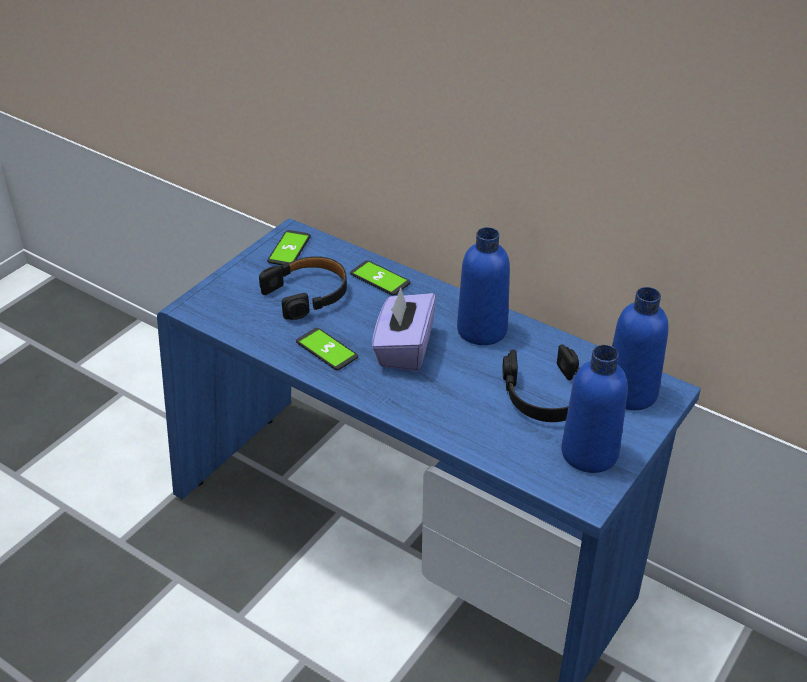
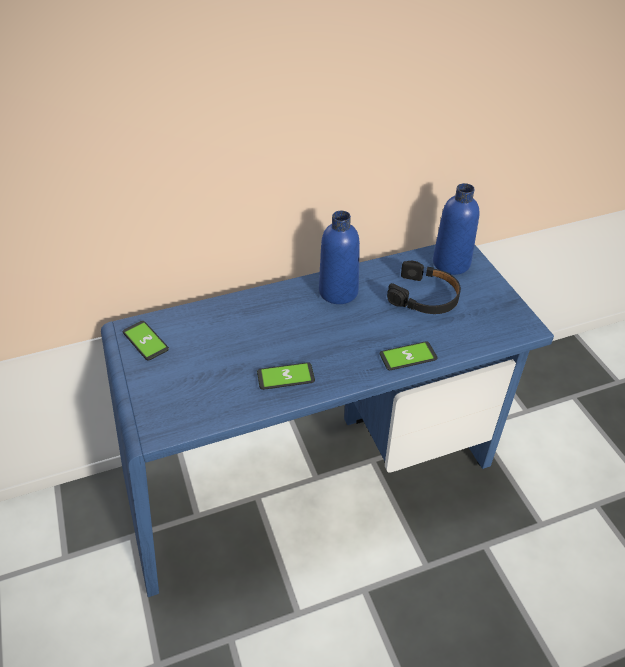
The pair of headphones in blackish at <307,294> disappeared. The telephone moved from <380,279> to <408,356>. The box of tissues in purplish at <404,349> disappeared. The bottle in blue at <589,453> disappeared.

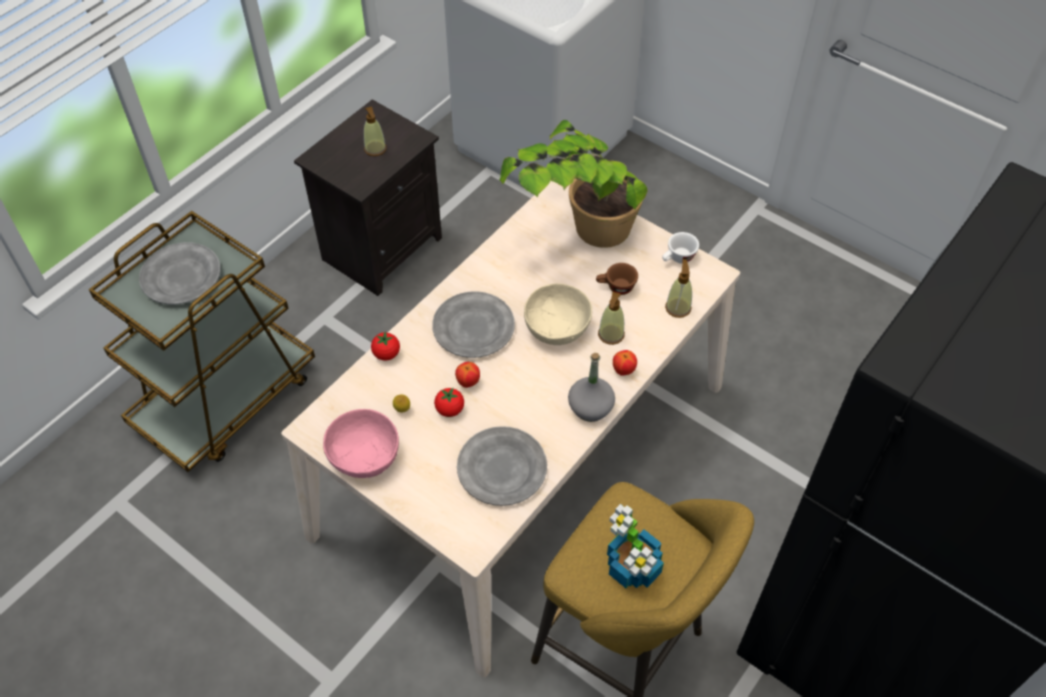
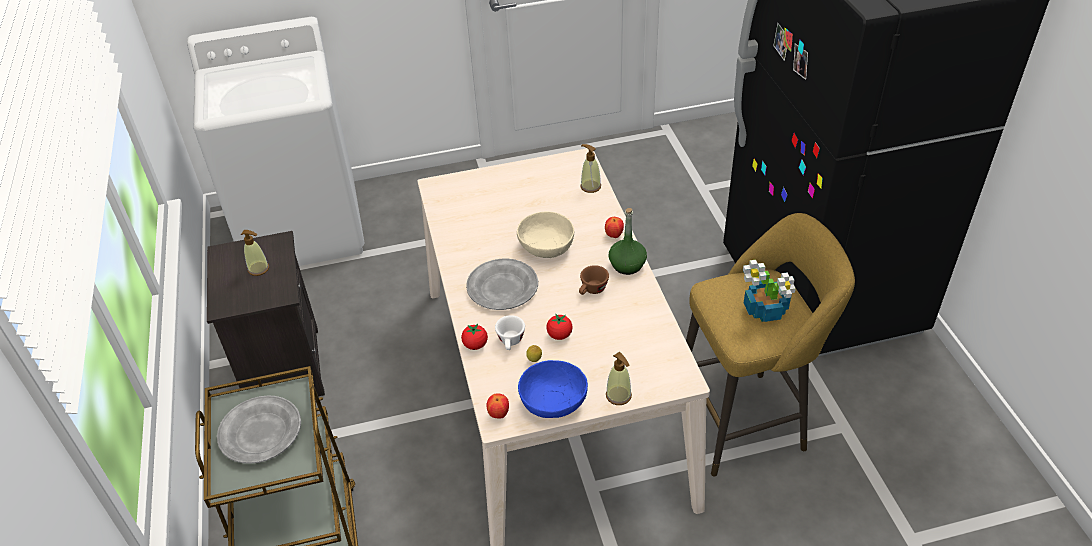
The serving bowl in pinkish at <365,455> became the serving bowl in blue at <553,401>. The apple fruit moved from <468,382> to <498,414>. The plate in grey at <502,468> disappeared. The plant in a pot at <575,236> disappeared. The bottle in grey at <590,407> became the bottle in green-coloured at <627,265>. The drinking cup in brown moved from <616,287> to <592,290>. The liquid soap bottle moved from <611,334> to <618,396>. The drinking cup in whitish moved from <678,258> to <511,342>.

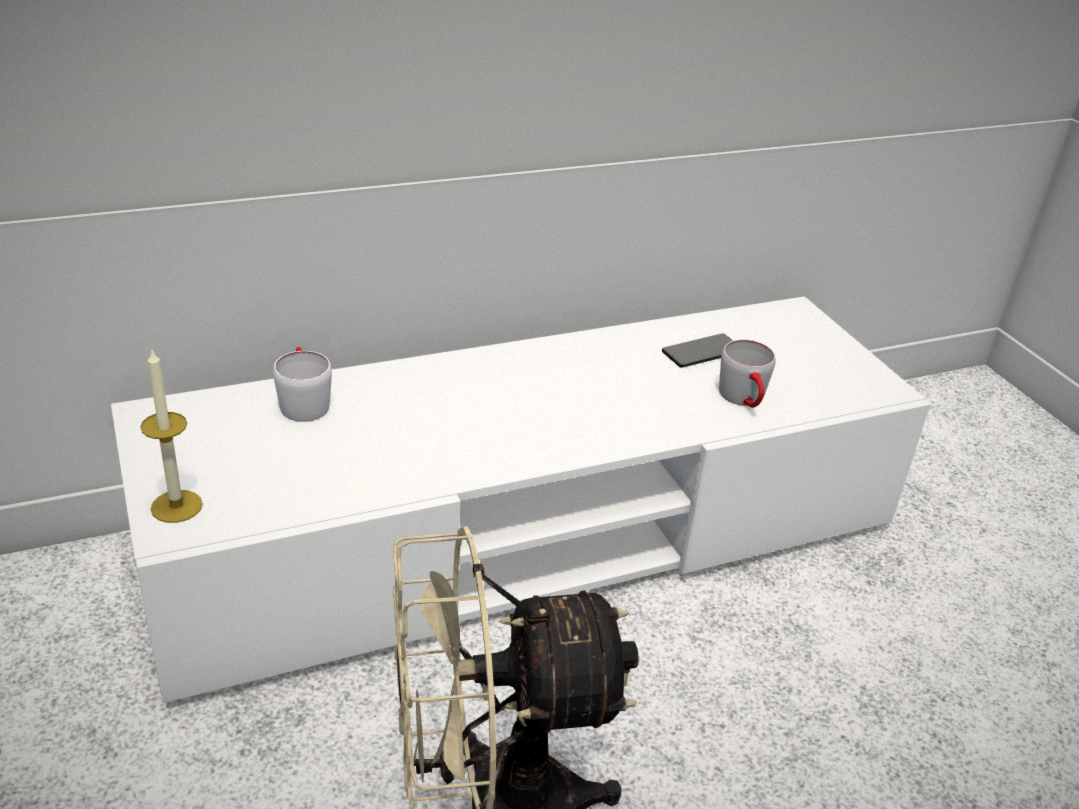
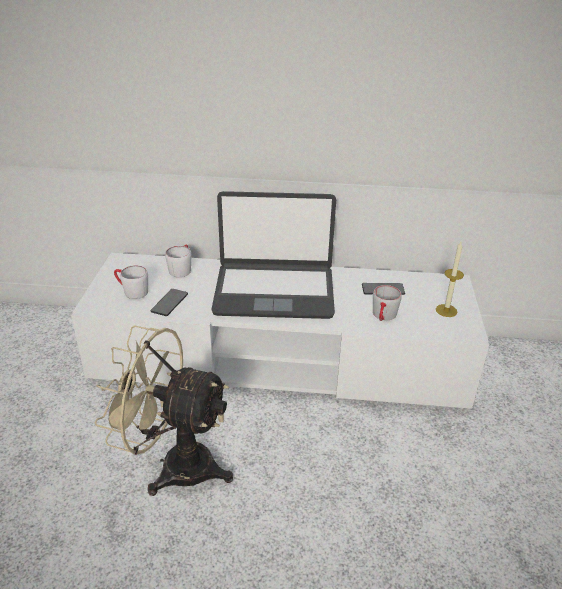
The candle moved from <176,506> to <446,310>. The tea mug in whitish at <131,291> appeared. The telephone at <169,303> appeared. The laptop at <274,291> appeared.

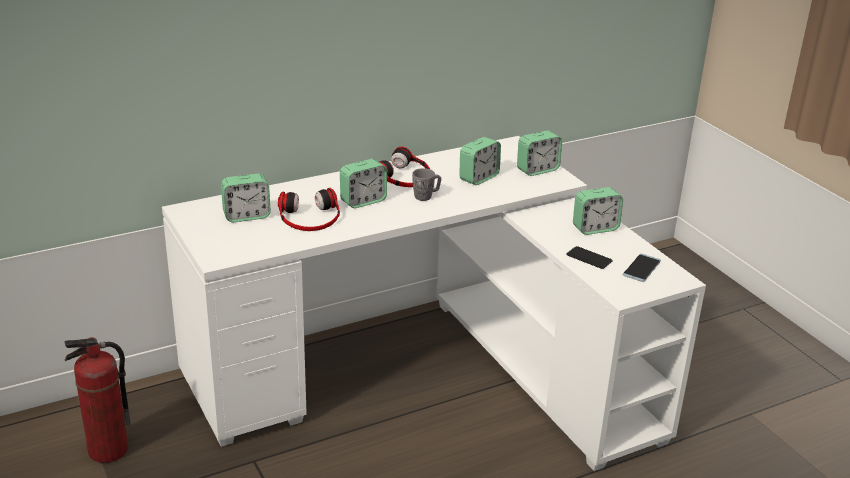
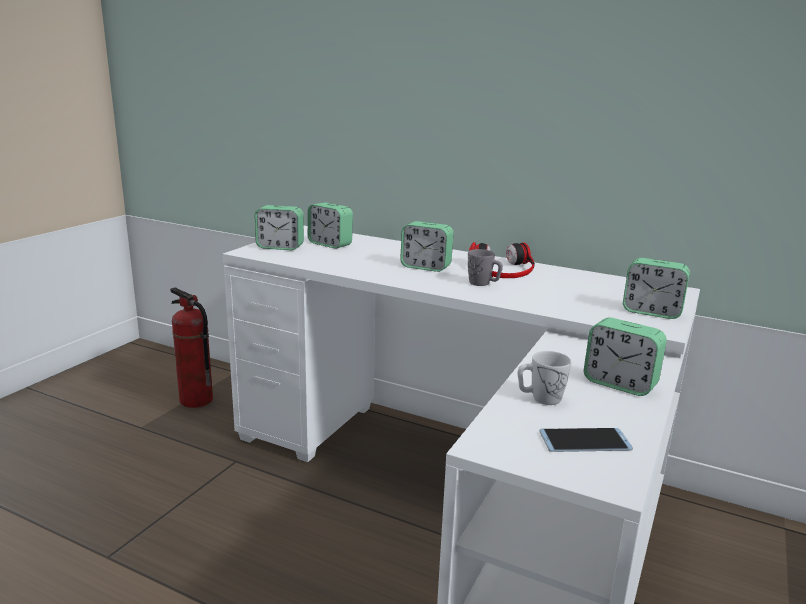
The pair of headphones at <309,217> disappeared. The alarm clock moved from <478,178> to <280,247>. The telephone at <589,258> was replaced by the tea mug in whitish at <540,398>.

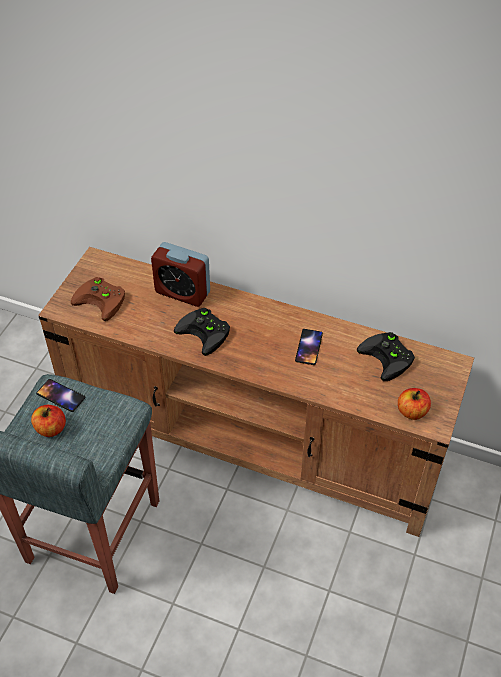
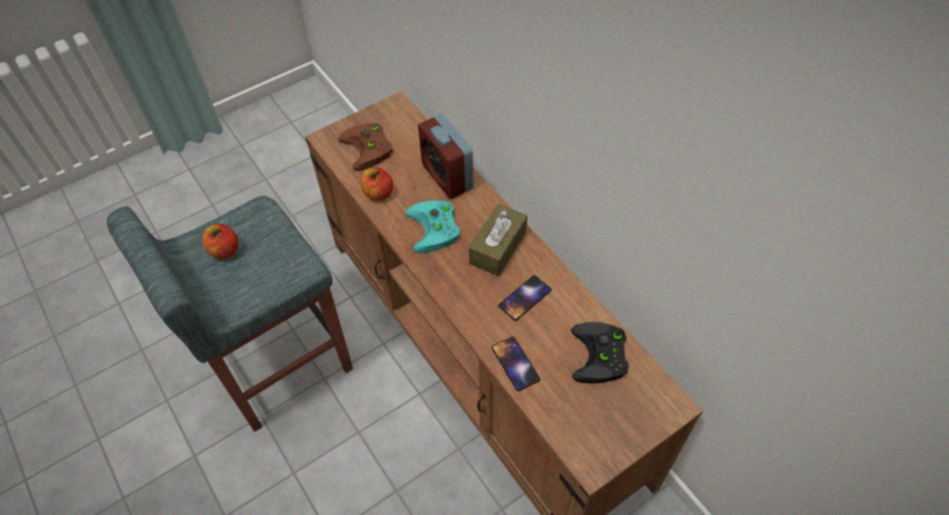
The telephone moved from <60,396> to <515,363>. The joypad in blackish at <206,333> became the joypad in blue-green at <436,229>. The apple fruit moved from <412,412> to <378,193>. The box of tissues in brown at <498,247> appeared.

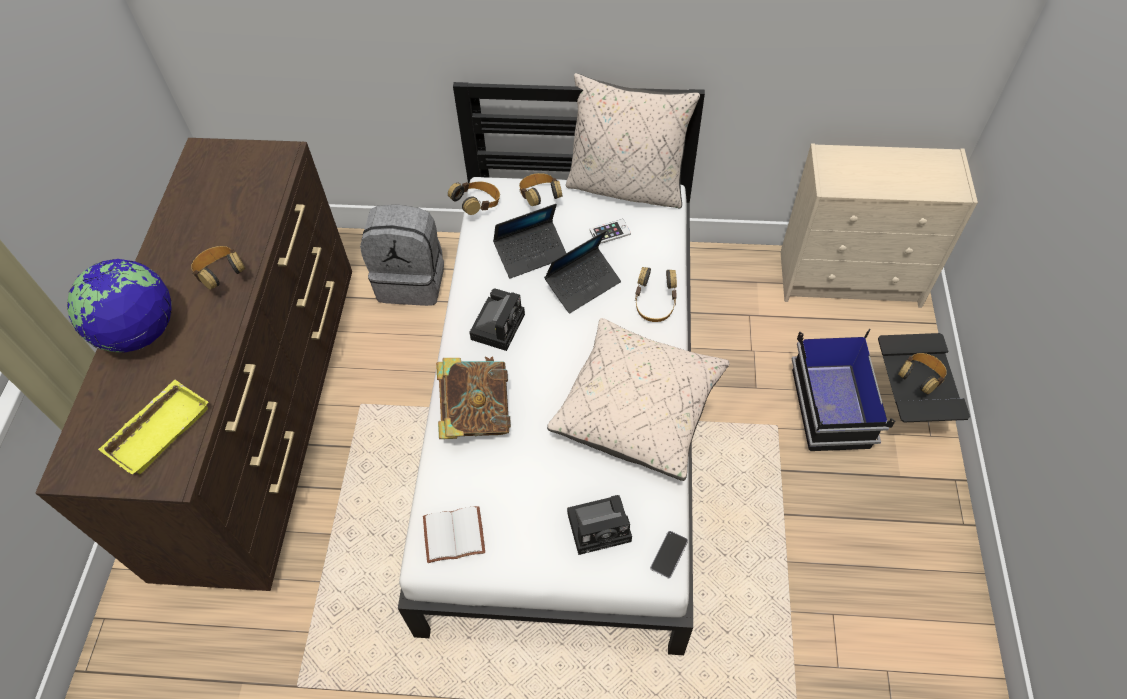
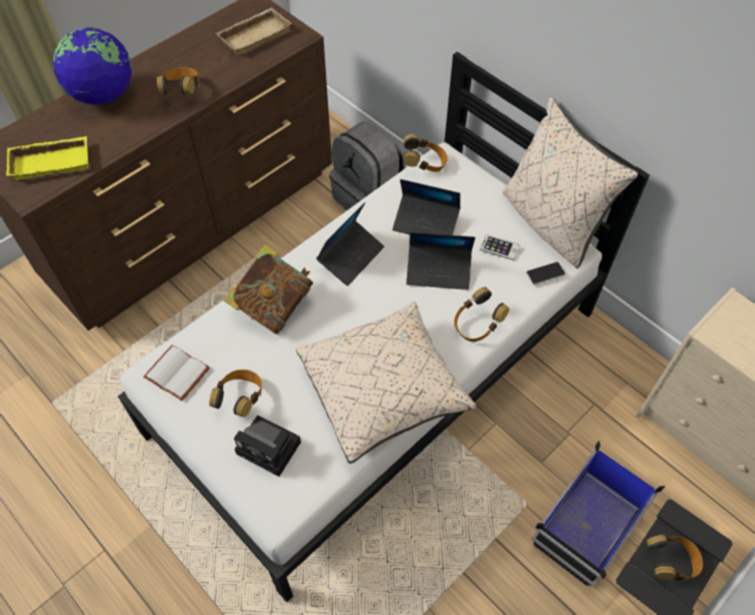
The still camera at <498,324> was replaced by the laptop at <351,257>. The pair of headphones moved from <539,198> to <240,398>. The telephone moved from <669,554> to <545,274>. The carrying tray in beige-coloured at <254,34> appeared.

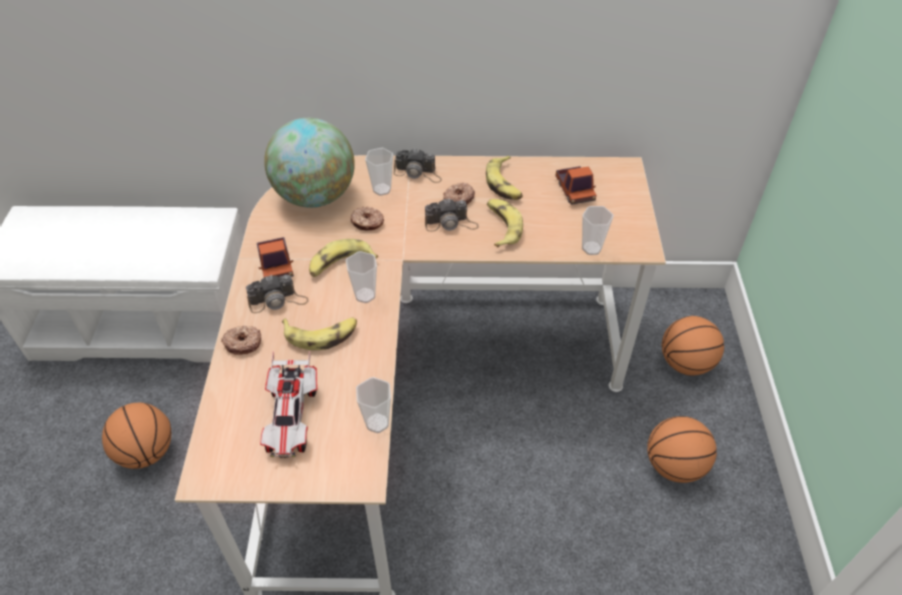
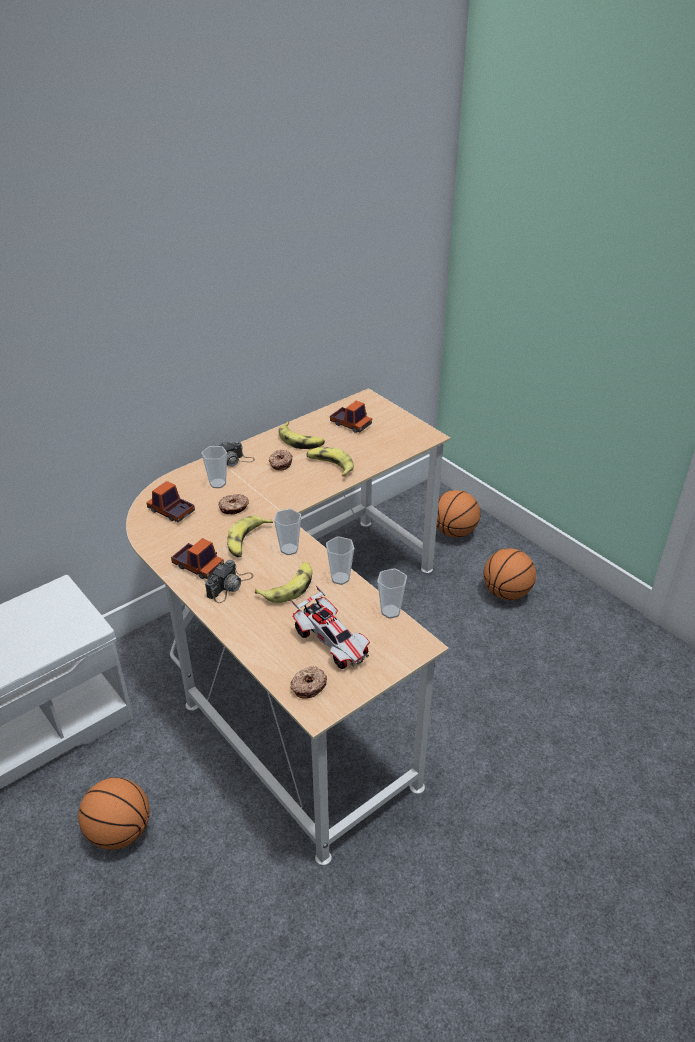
The donut moved from <243,343> to <308,686>. The desk globe at <315,196> was replaced by the toy lorry at <171,511>. The still camera at <451,223> disappeared. The drinking cup moved from <591,248> to <340,578>.

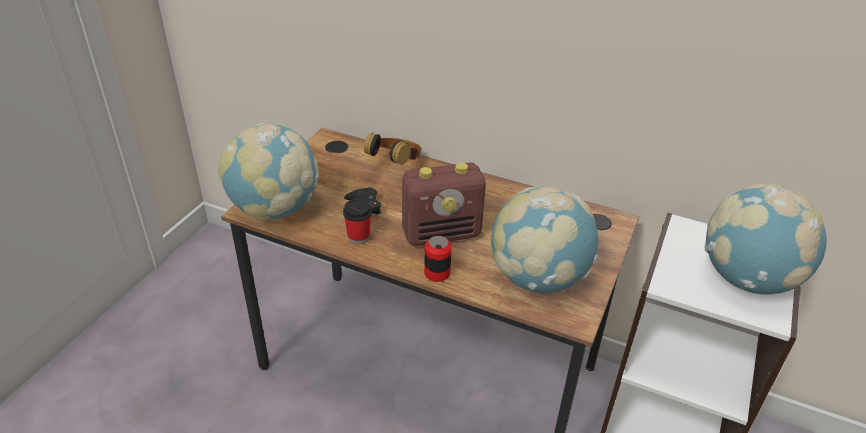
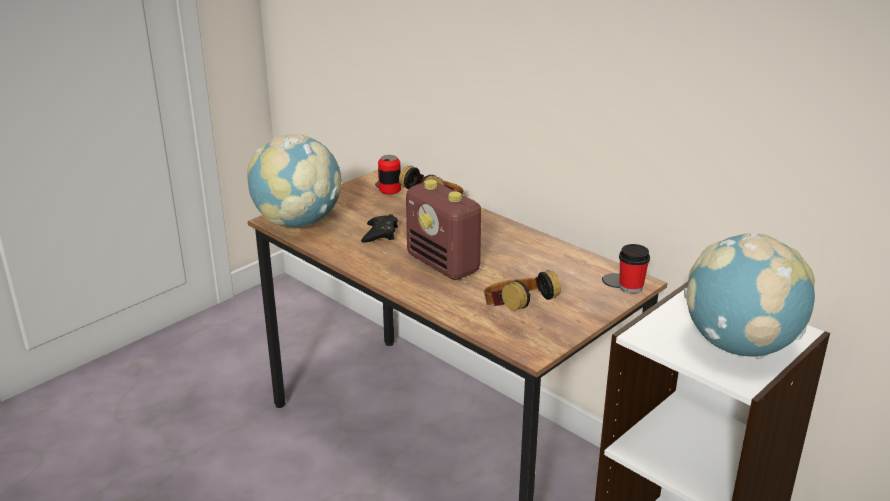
The drinking cup moved from <358,237> to <631,287>. The radio at <442,234> turned 45 degrees clockwise. The metal can moved from <437,273> to <390,190>. The desk globe at <537,278> was replaced by the pair of headphones at <516,313>.

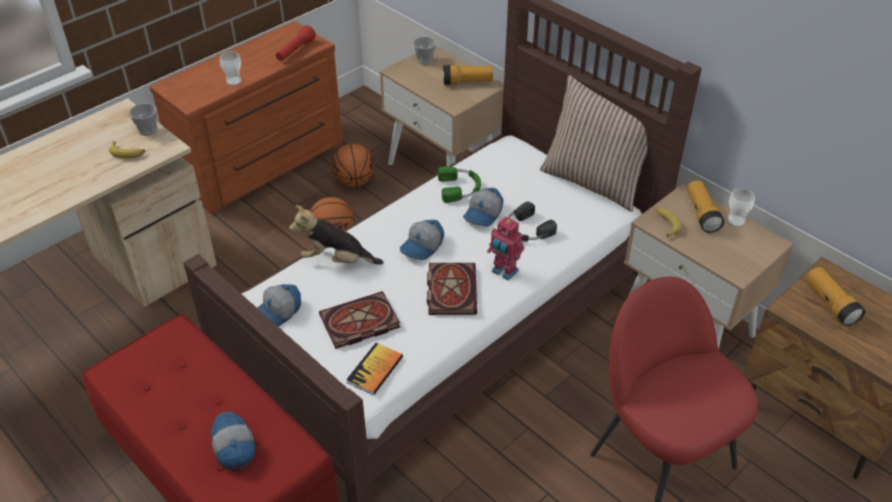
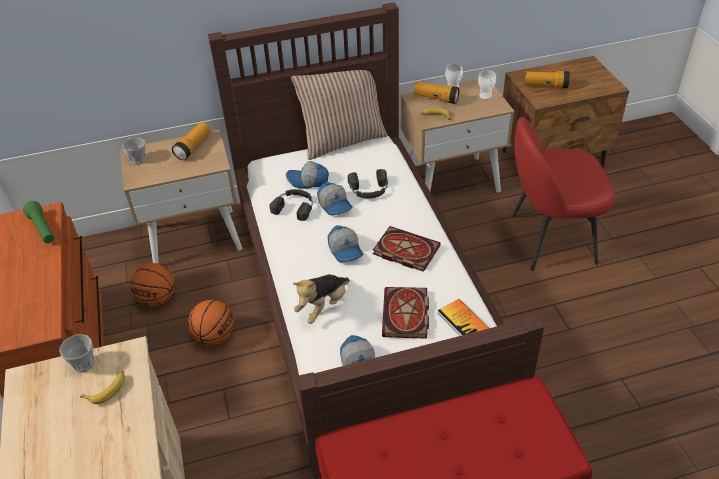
The baseball cap moved from <232,446> to <308,181>. The drinking cup moved from <234,81> to <485,96>. The flashlight in reddish at <295,51> became the flashlight in green-coloured at <42,229>. The pair of headphones in green-coloured at <460,188> became the pair of headphones in blackish at <295,206>. The robot figure at <504,272> disappeared.

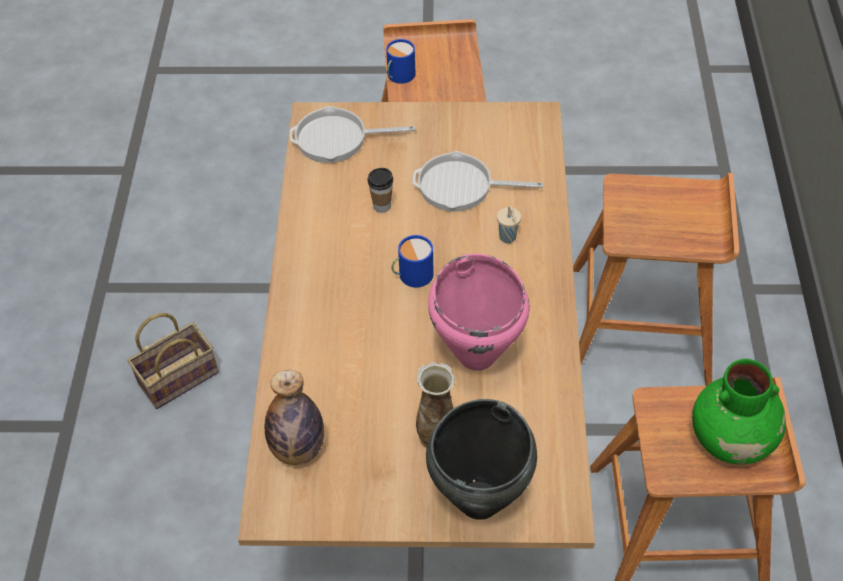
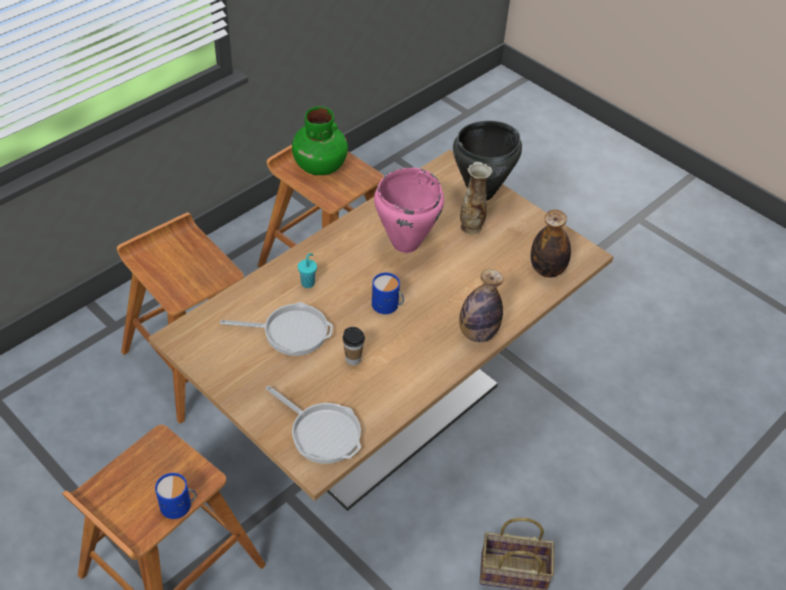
The frying pan at <461,187> turned 45 degrees counterclockwise. The drinking cup in beige-coloured at <508,238> became the drinking cup in blue-green at <308,283>. The bottle at <477,333> appeared.

